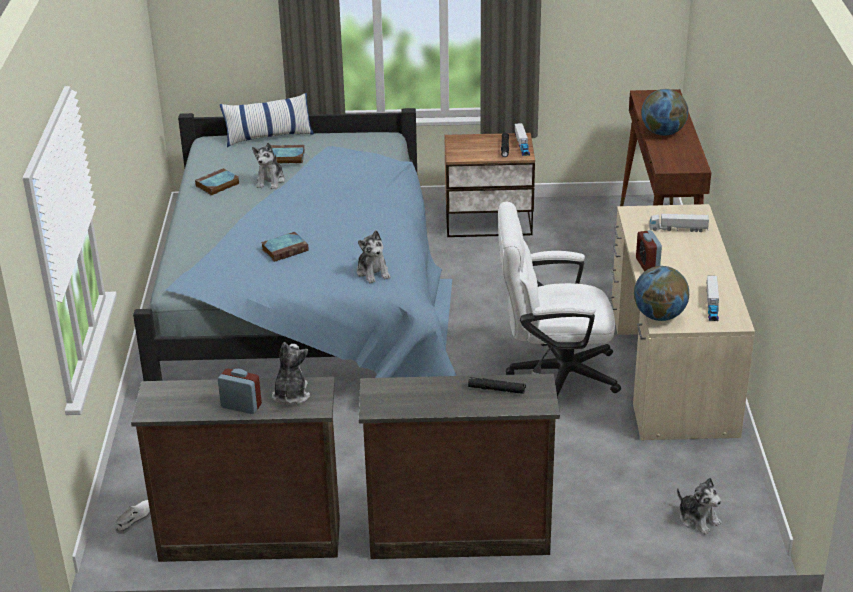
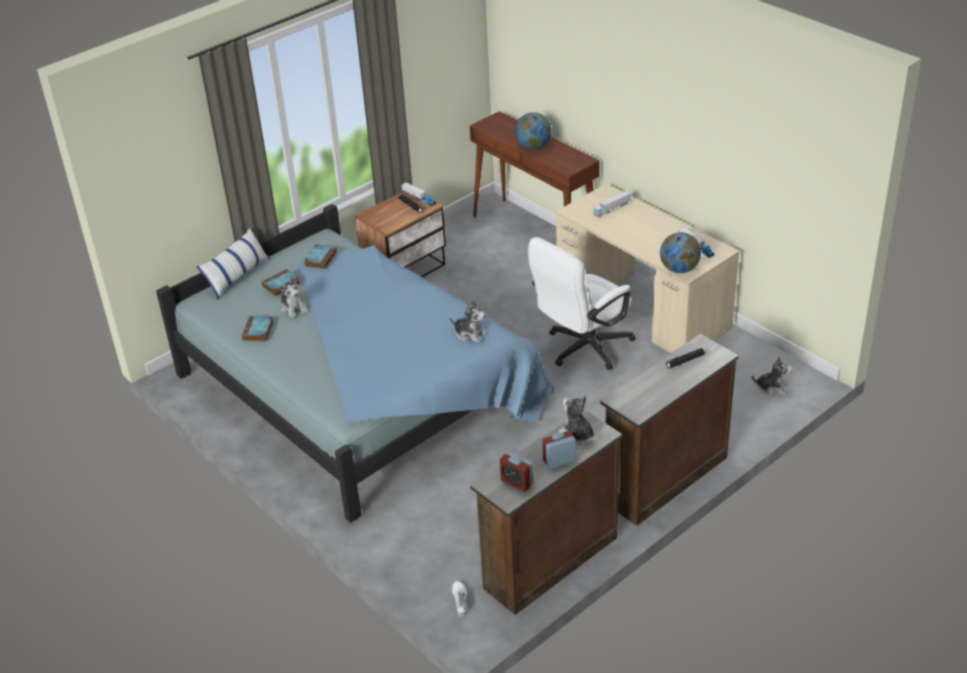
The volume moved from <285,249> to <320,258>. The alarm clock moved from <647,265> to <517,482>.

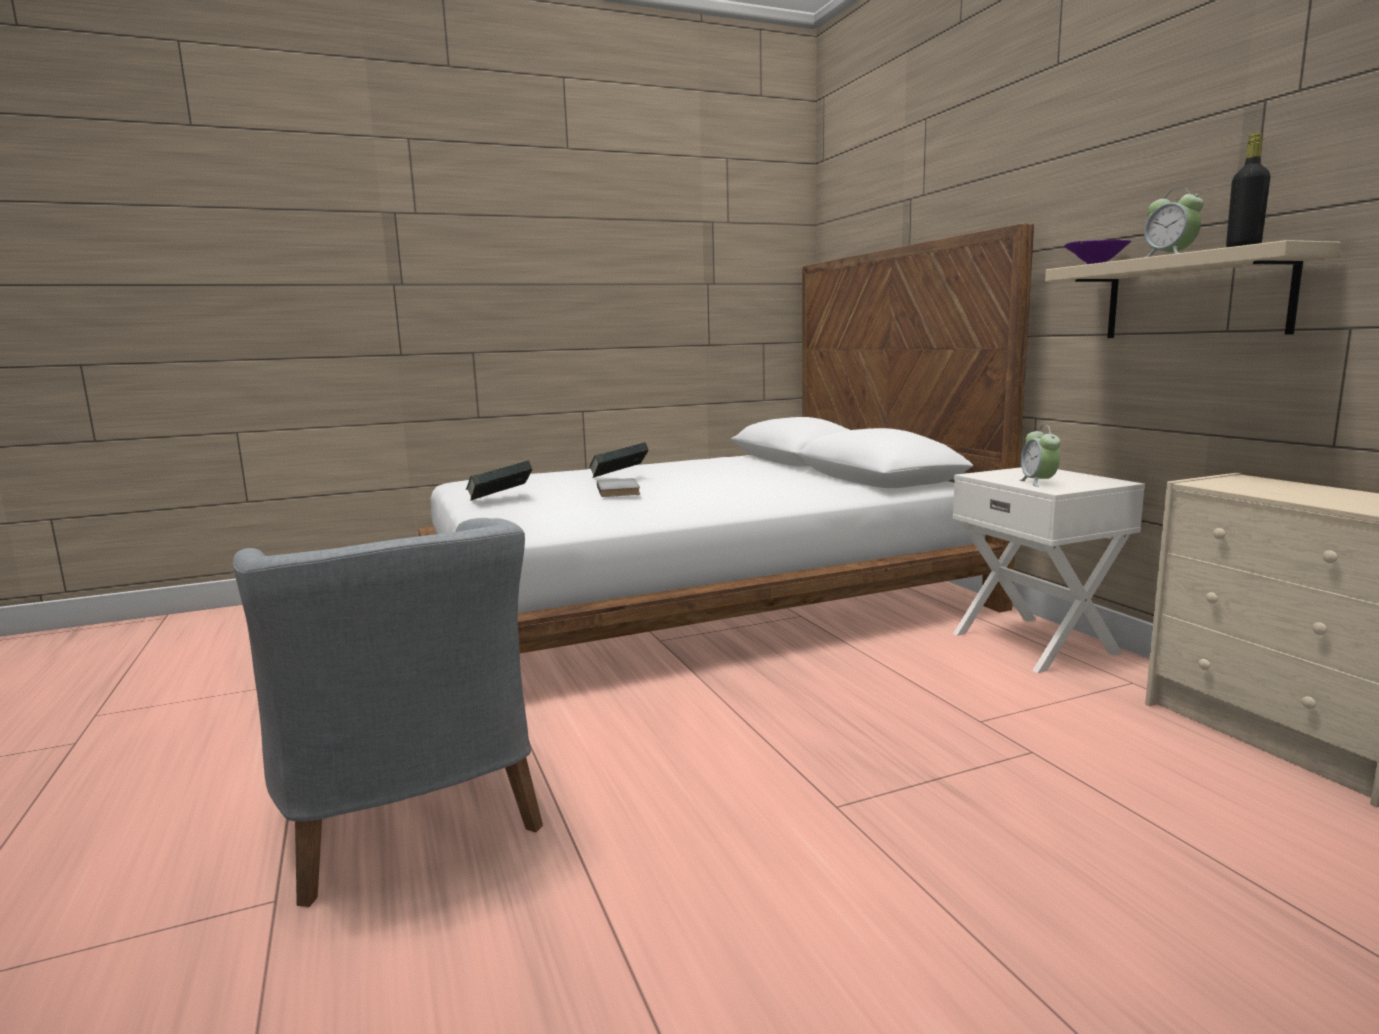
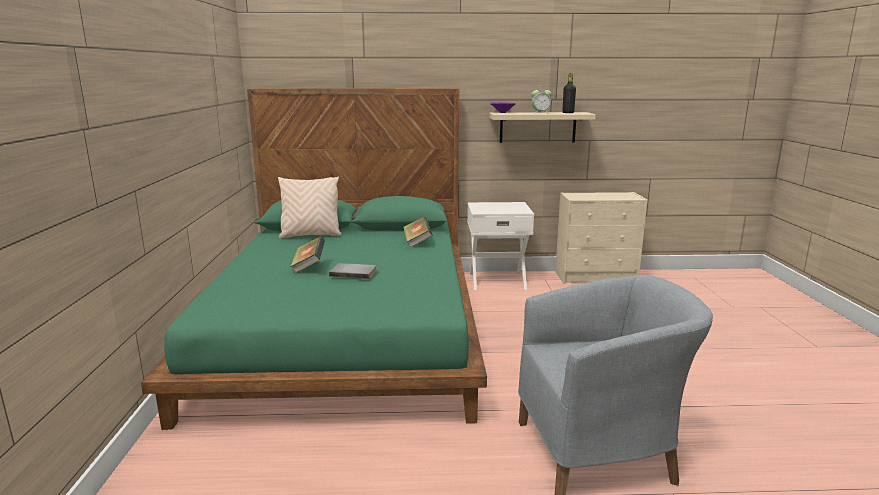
The bed in whitish at <692,595> became the bed in green-coloured at <348,331>. The volume moved from <500,499> to <417,242>. The alarm clock at <1038,482> disappeared. The cushion in beige-coloured at <310,235> appeared.

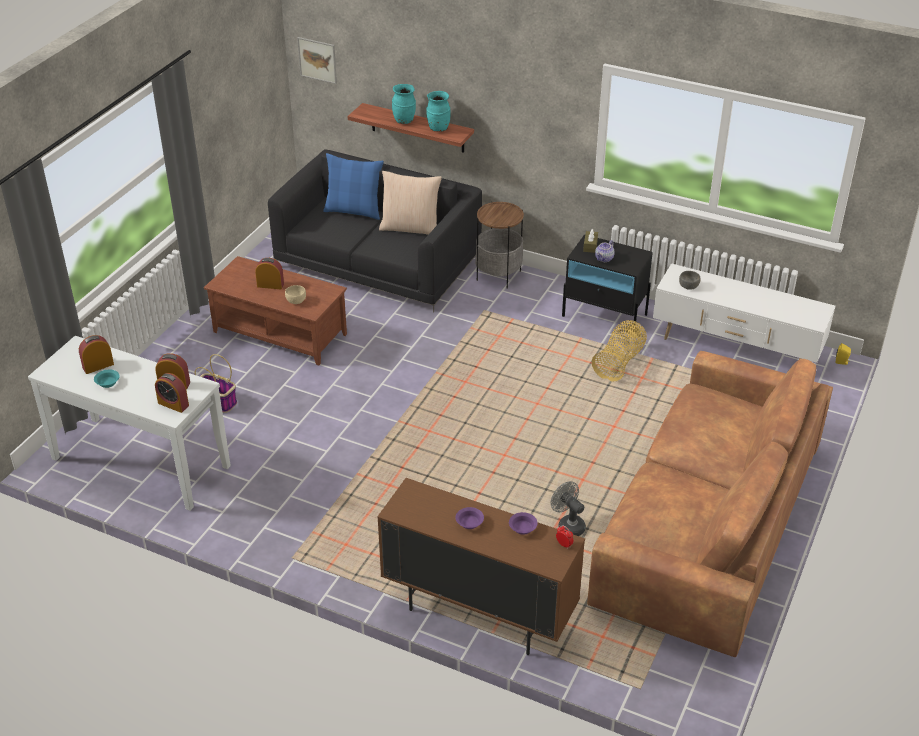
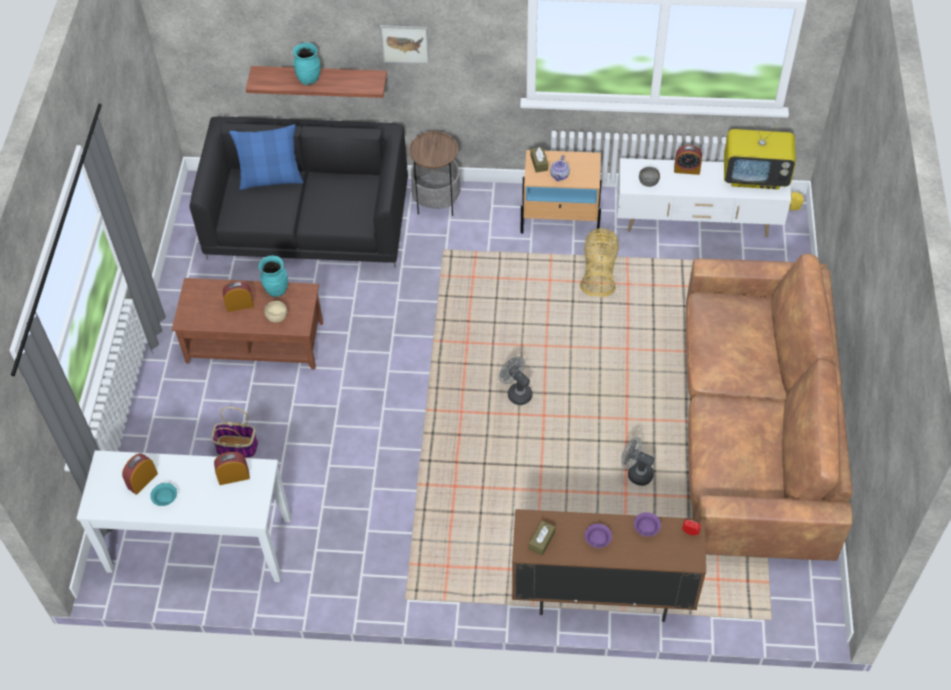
The alarm clock moved from <173,404> to <687,169>. The picture moved from <317,60> to <405,44>. The cushion in beige-coloured at <410,228> disappeared. The decorative vase in blue-green moved from <438,128> to <276,290>. The nightstand in blackish at <605,315> became the nightstand in beige-coloured at <560,220>. The electric fan in grey at <516,392> appeared. The box of tissues in brown at <542,541> appeared. The TV at <755,176> appeared.

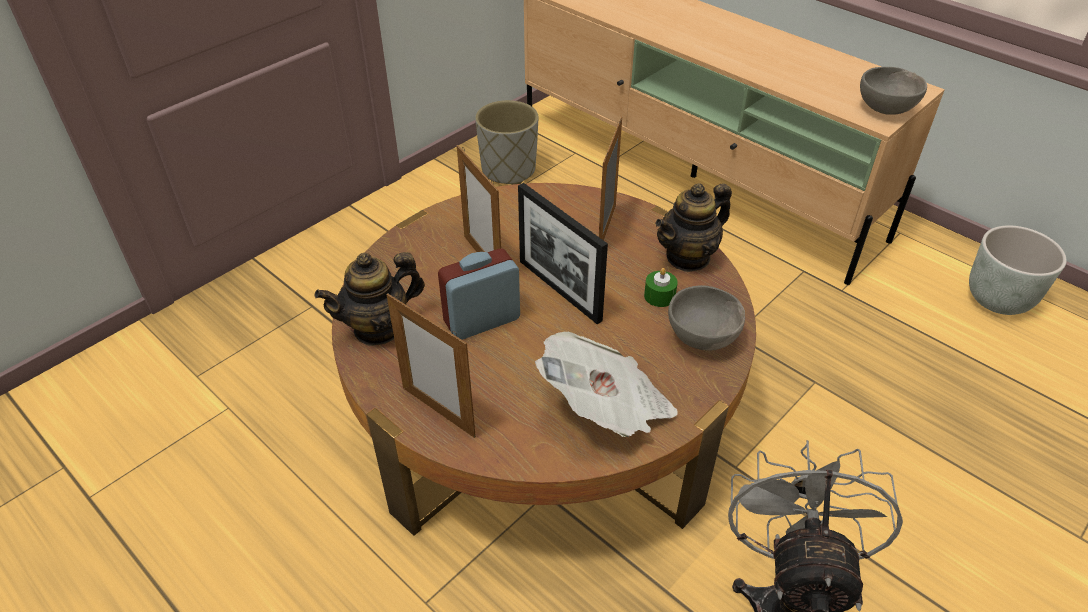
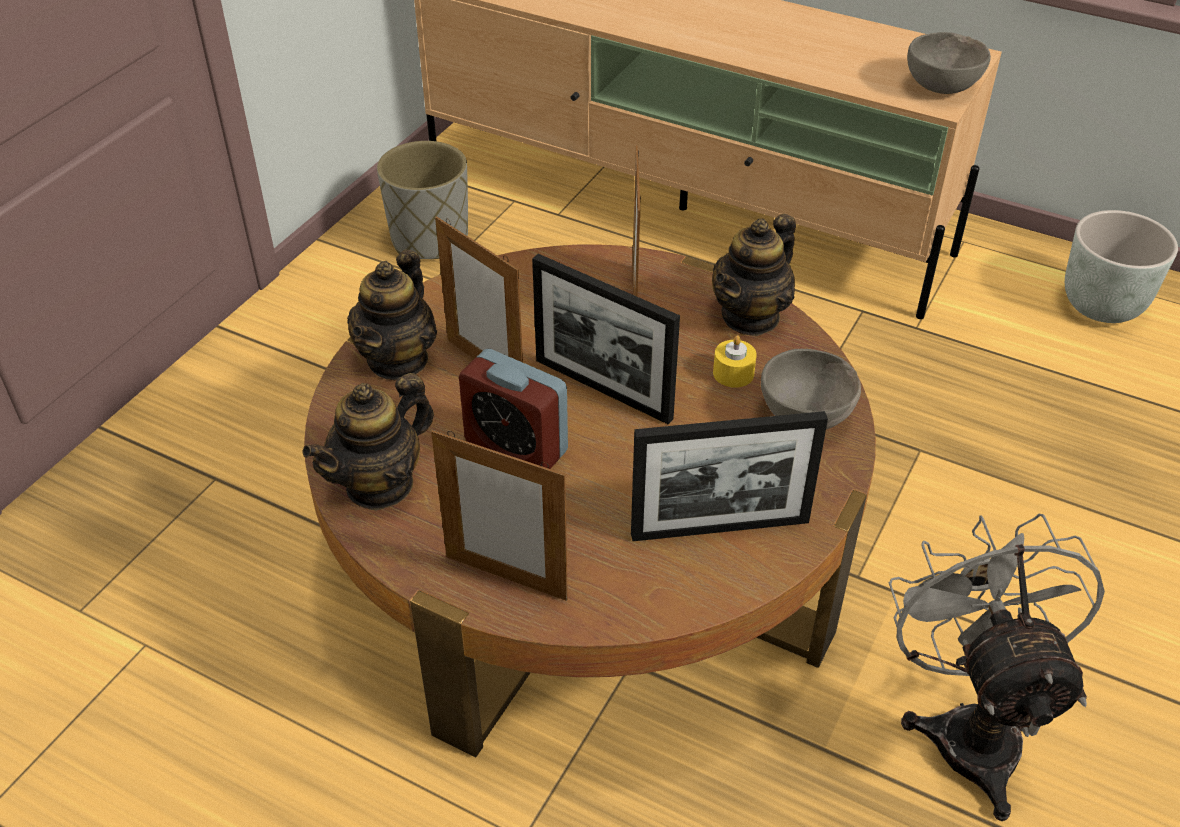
The alarm clock at <482,320> turned 105 degrees counterclockwise. The printed paper at <606,408> was replaced by the standing frame at <720,528>. The candle in green-coloured at <659,296> became the candle in yellow at <733,373>. The tea pot at <398,360> appeared.

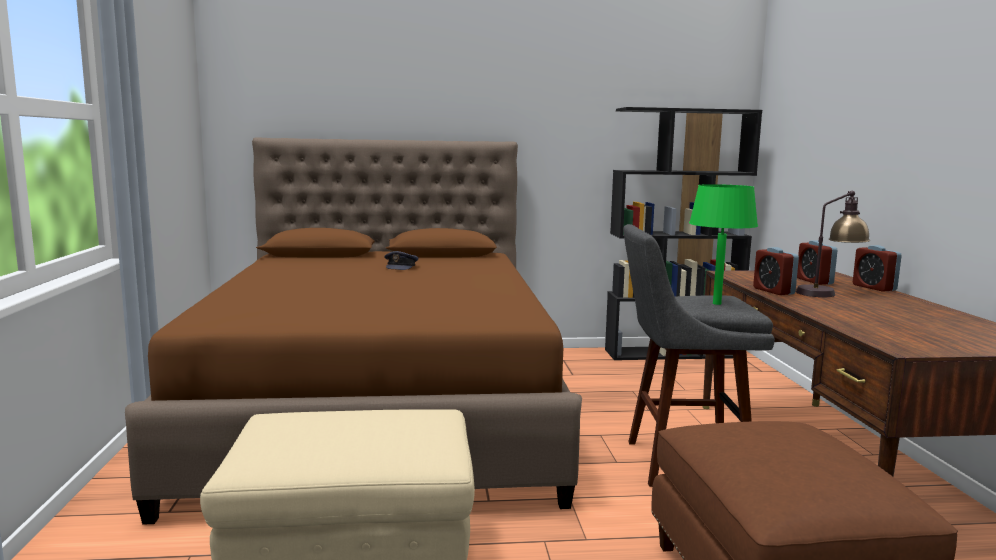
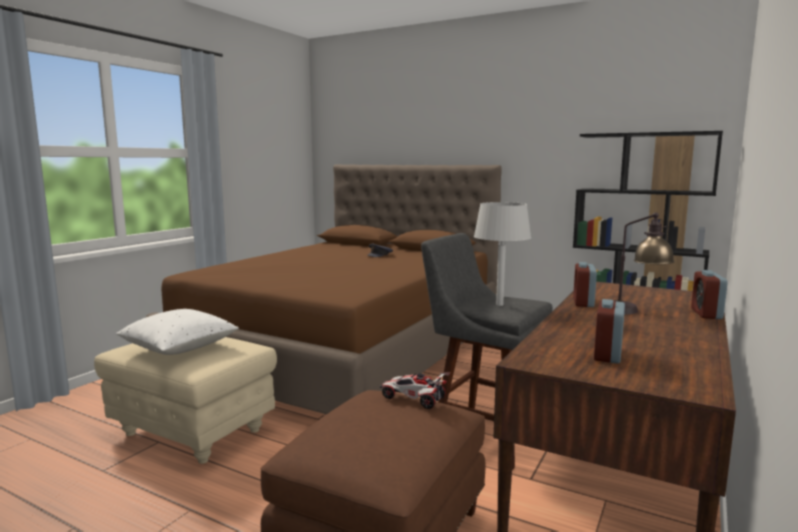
The table lamp in green-coloured at <717,304> became the table lamp in grey at <499,305>. The alarm clock moved from <814,281> to <607,355>. The cushion in whitish at <179,348> appeared. The toy car at <413,399> appeared.

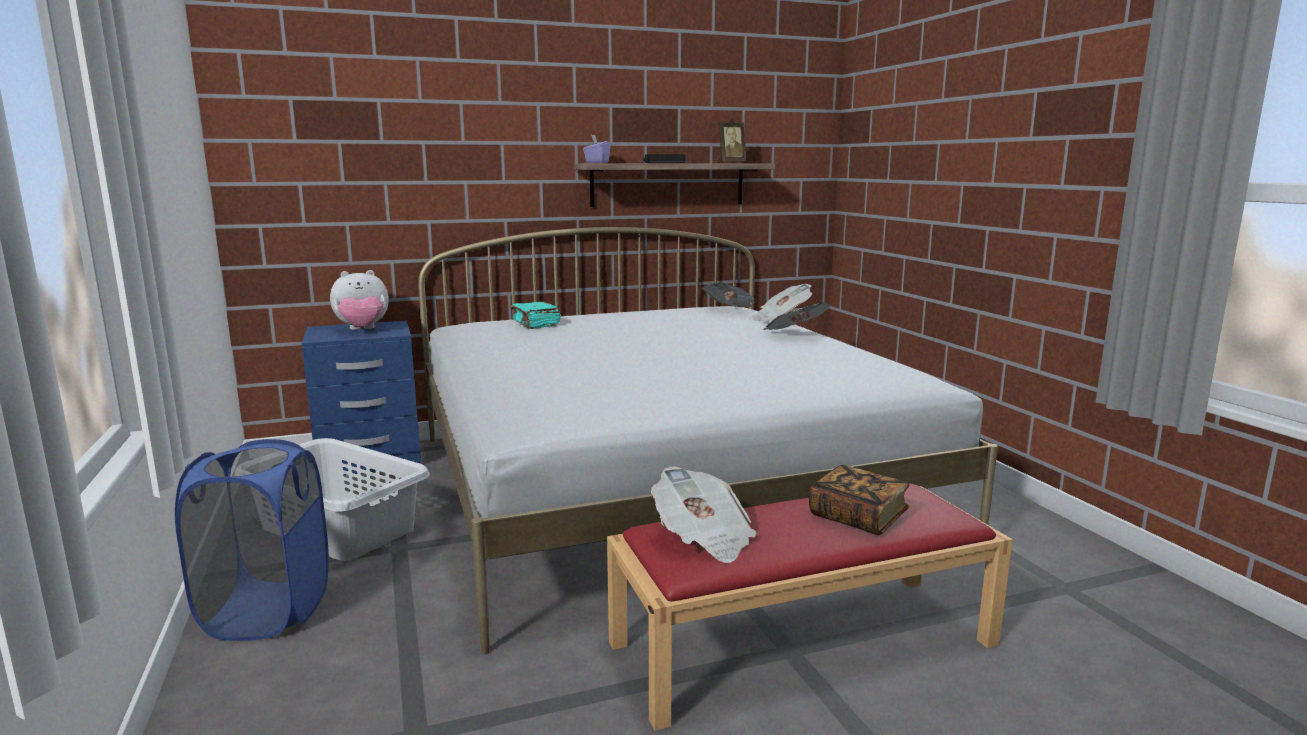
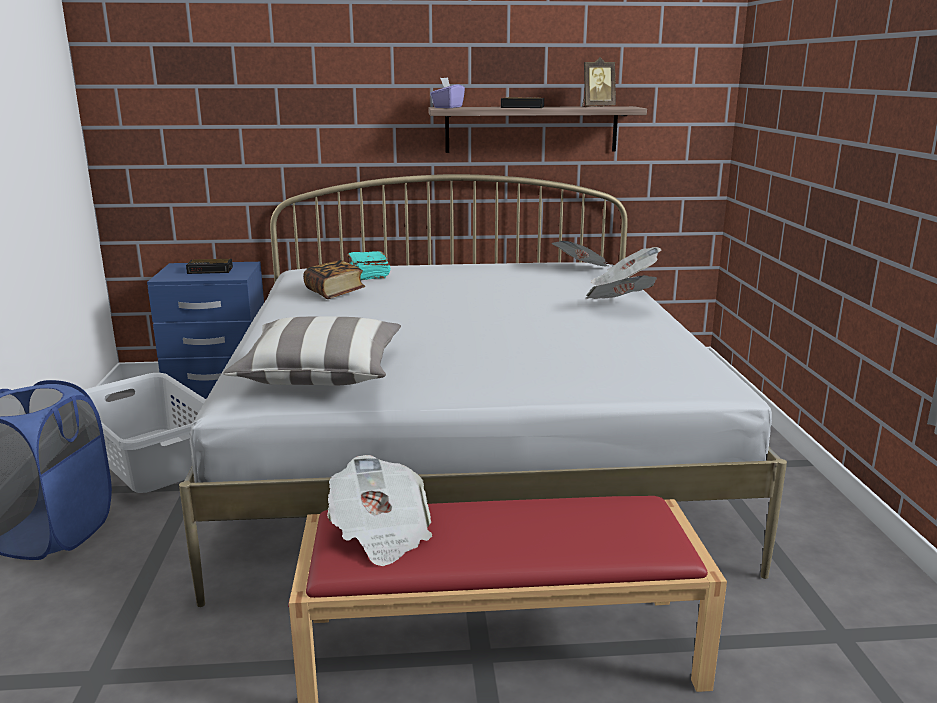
The soft toy at <362,330> was replaced by the alarm clock at <211,270>. The volume moved from <857,517> to <335,292>. The cushion at <320,374> appeared.

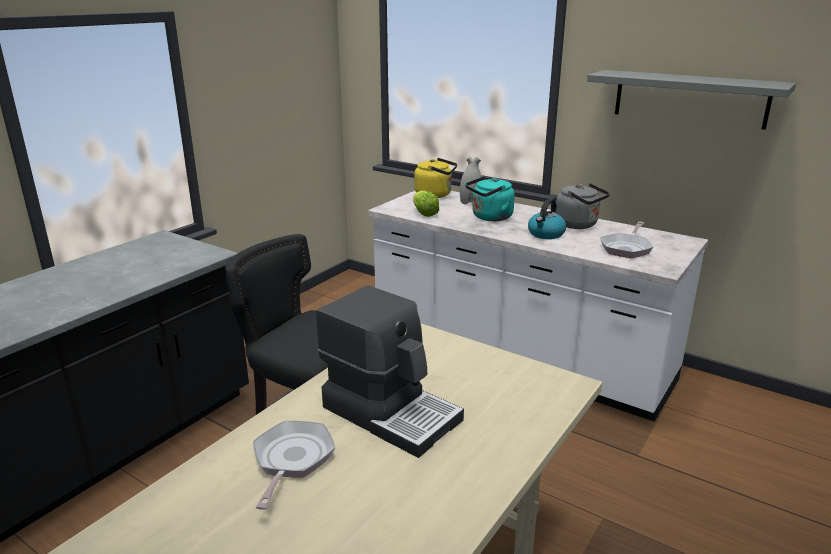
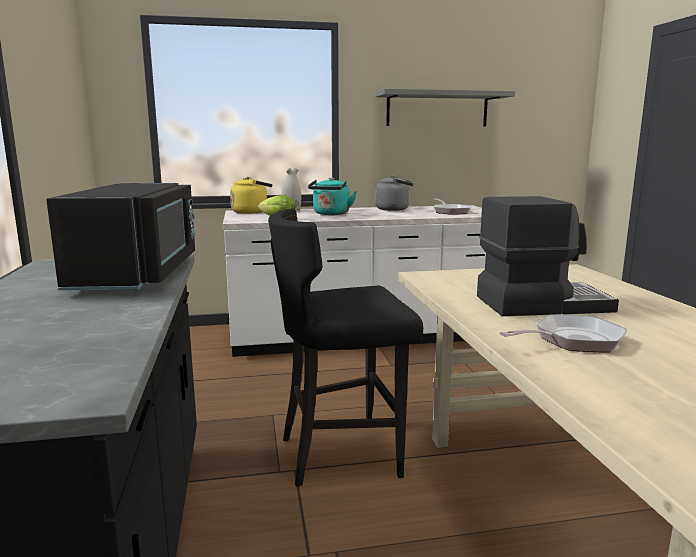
The frying pan at <292,460> turned 105 degrees clockwise. The kettle at <546,234> disappeared. The microwave oven in blackish at <140,274> appeared.

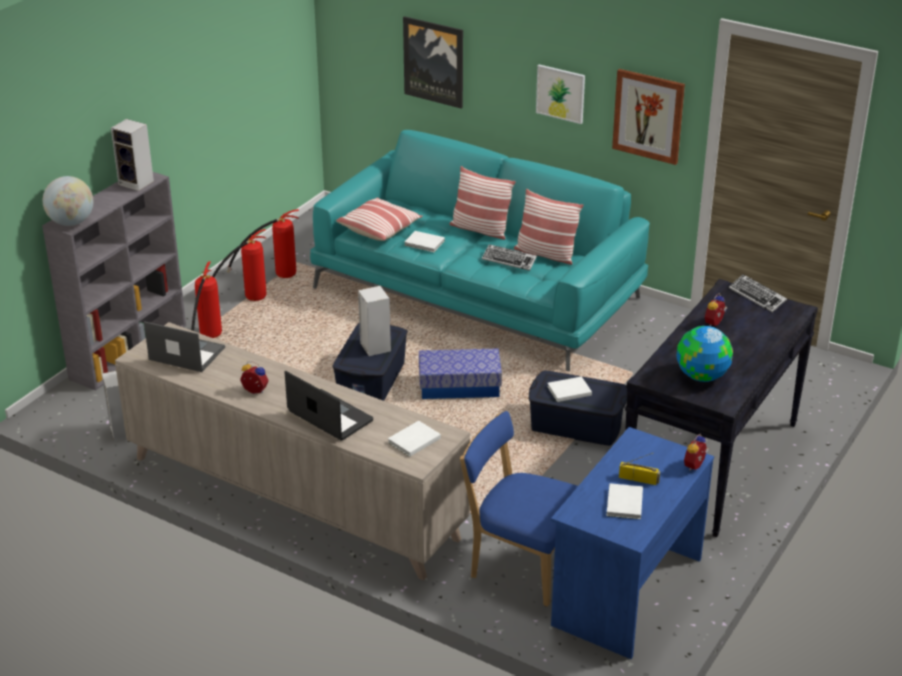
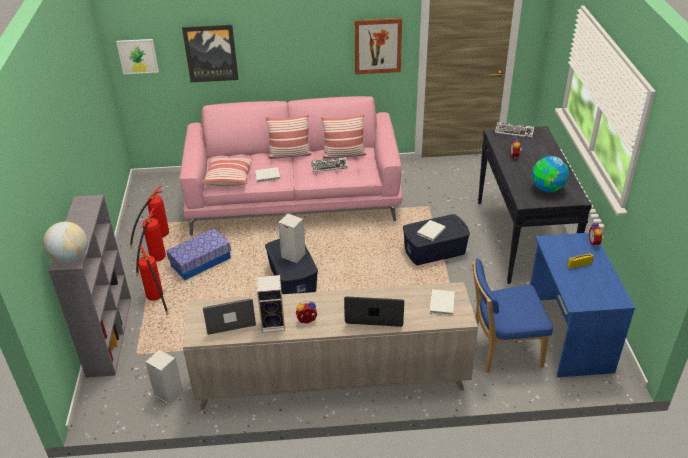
The audio speaker moved from <137,183> to <274,323>. The couch in blue-green at <478,294> became the couch in pinkish at <294,196>. The storage bin moved from <459,386> to <201,262>. The picture moved from <560,93> to <138,56>. The volume in whitish at <623,504> disappeared.

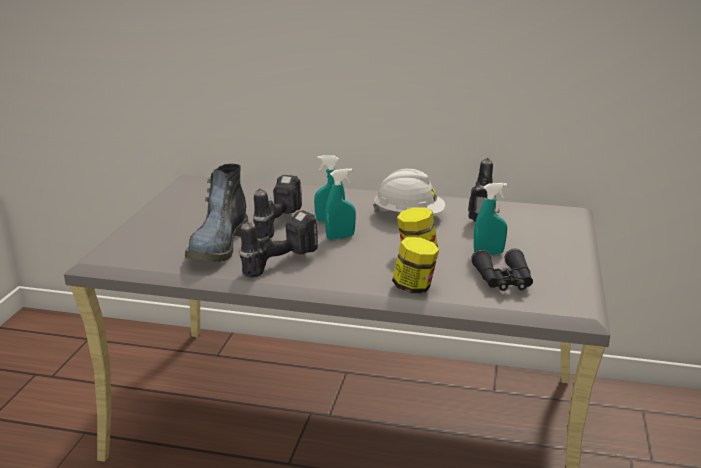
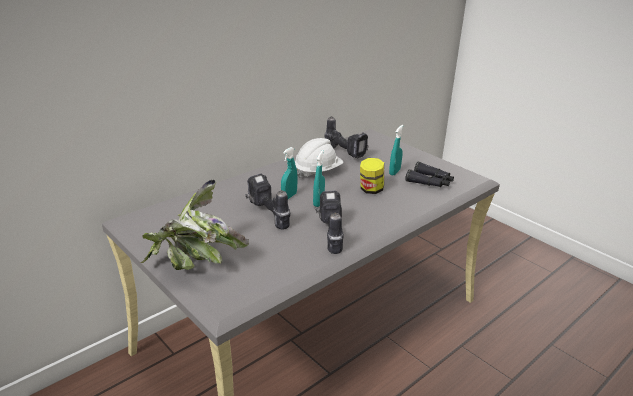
The boot at <218,246> disappeared. The storage jar at <414,287> disappeared. The plant in a pot at <194,265> appeared.

